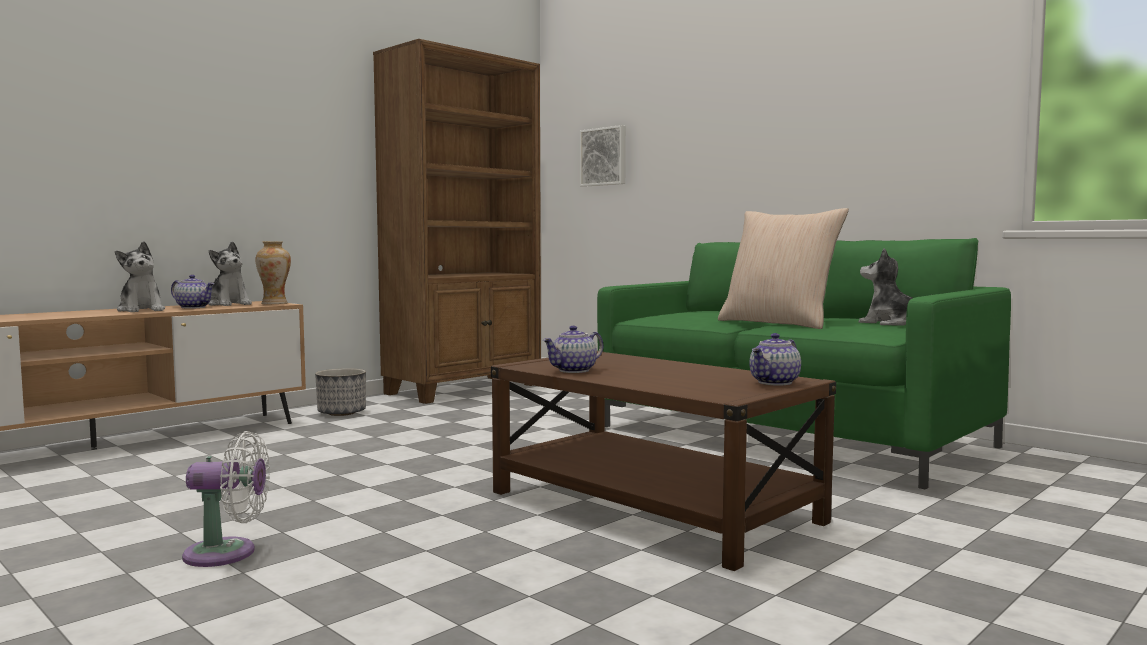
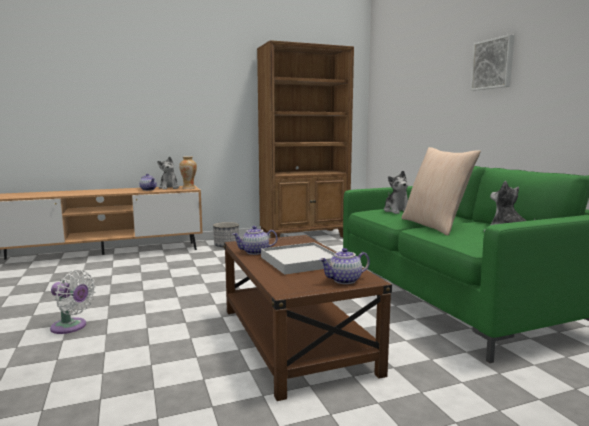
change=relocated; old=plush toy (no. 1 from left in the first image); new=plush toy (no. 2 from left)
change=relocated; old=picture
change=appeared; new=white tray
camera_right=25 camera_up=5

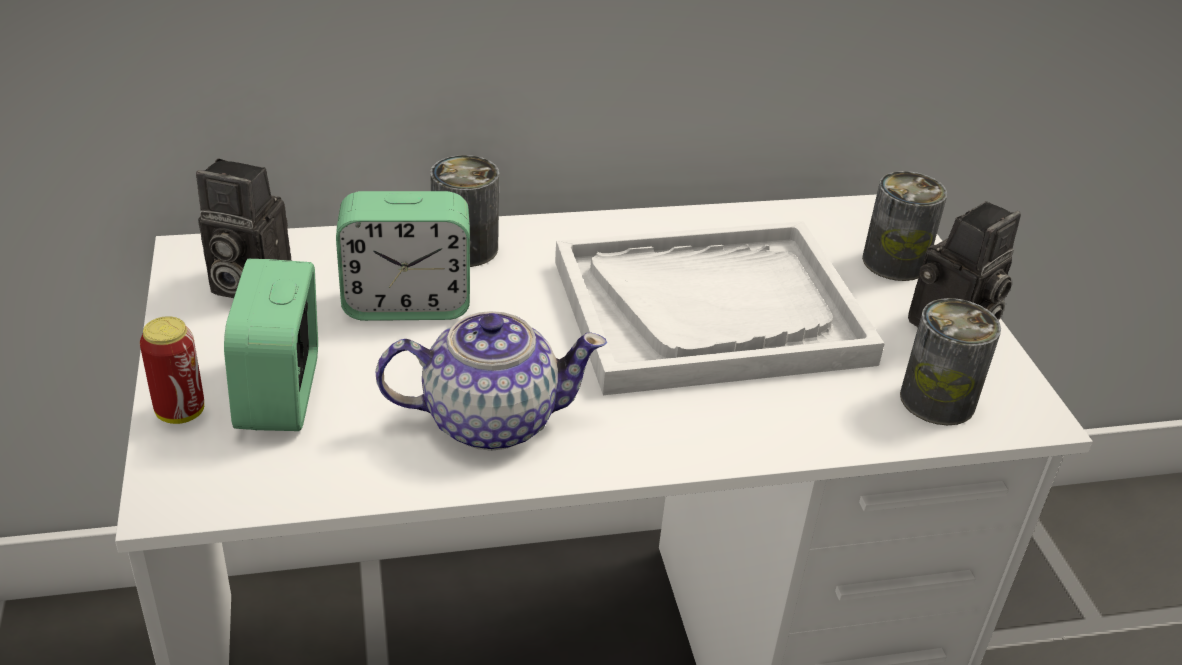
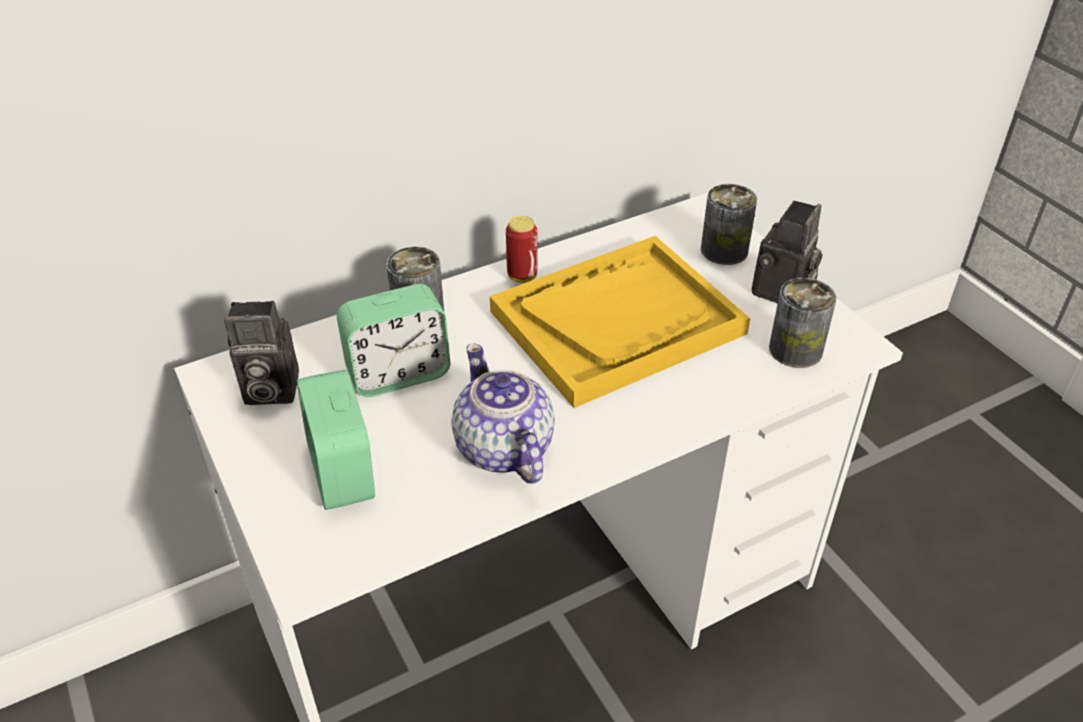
change=relocated; old=can (no. 1 from left in the first image); new=can (no. 2 from left)
change=spun; old=teapot; degrees=-90
change=colour; old=white tray; new=yellow tray
camera_right=-15 camera_up=5

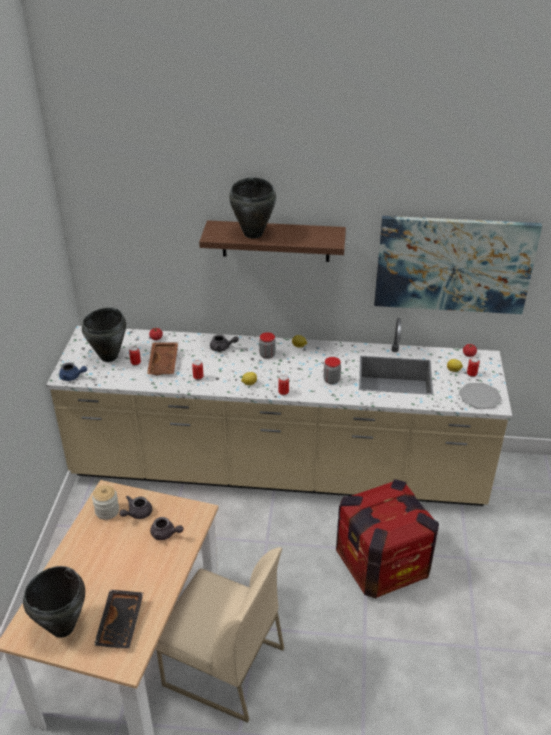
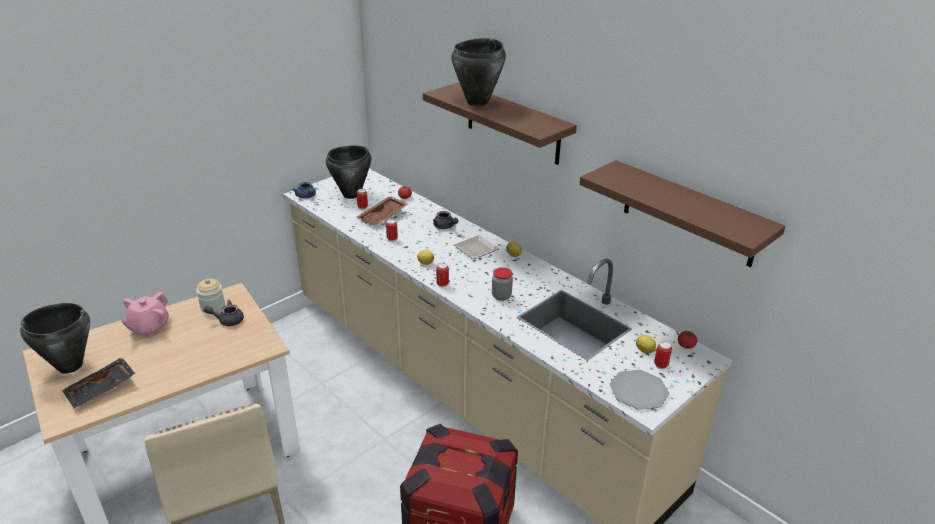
change=missing; old=grey teapot (no. 2 from left)
change=exchanged; old=jar (no. 2 from left); new=plate (no. 1 from left)
change=exchanged; old=picture; new=brown shelf (no. 2 from left)
change=appeared; new=pink teapot
camera_right=40 camera_up=-5

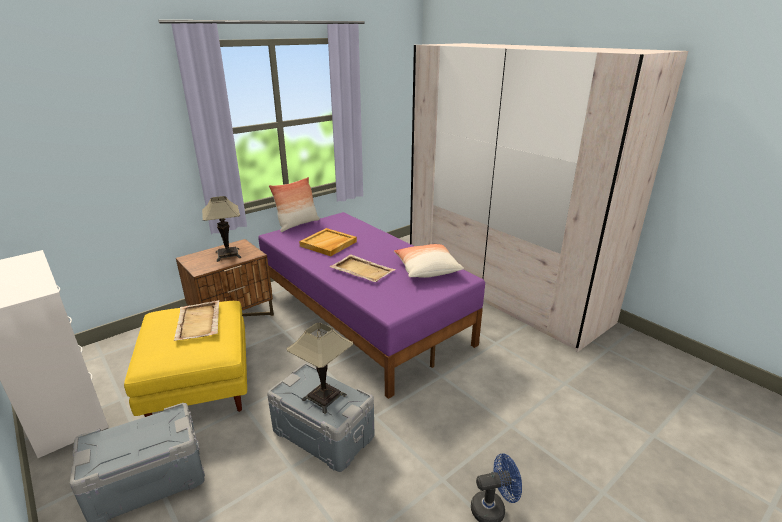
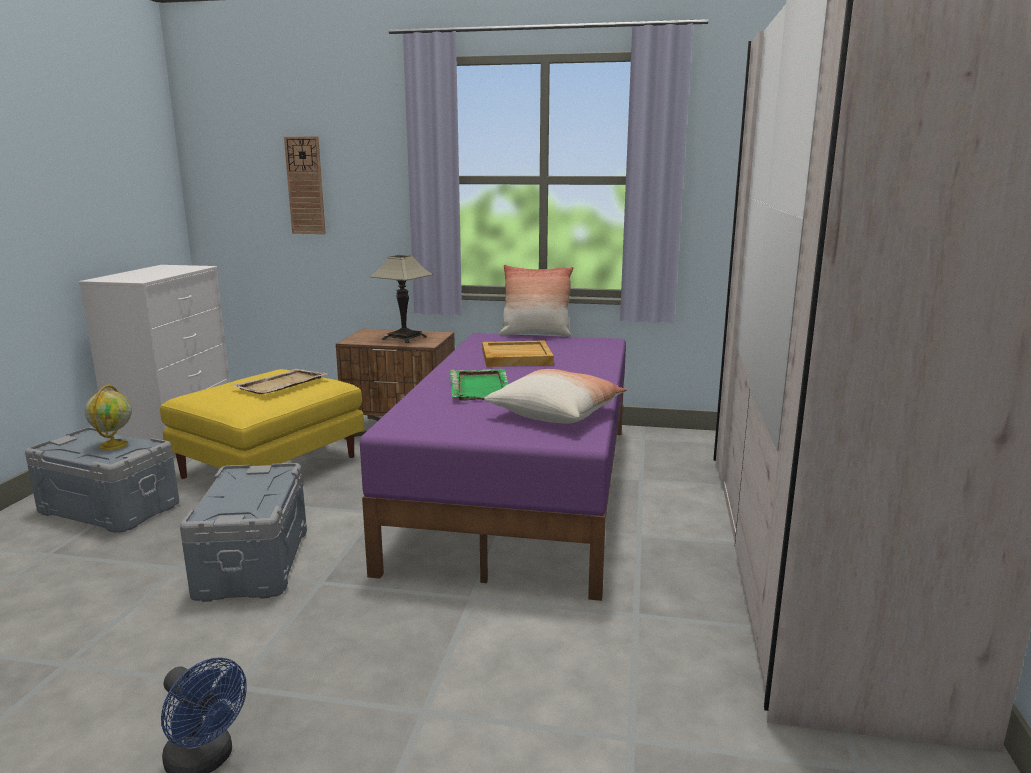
change=missing; old=table lamp (no. 2 from left)
change=colour; old=beige tray (no. 3 from left); new=green tray
change=appeared; new=globe
change=appeared; new=wall clock
camera_right=50 camera_up=-10

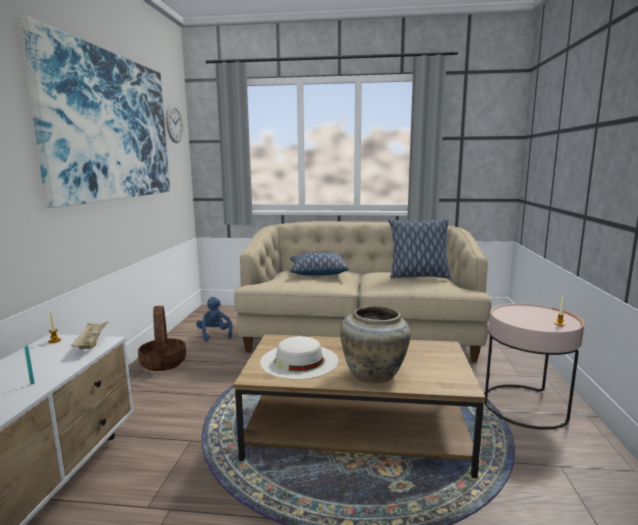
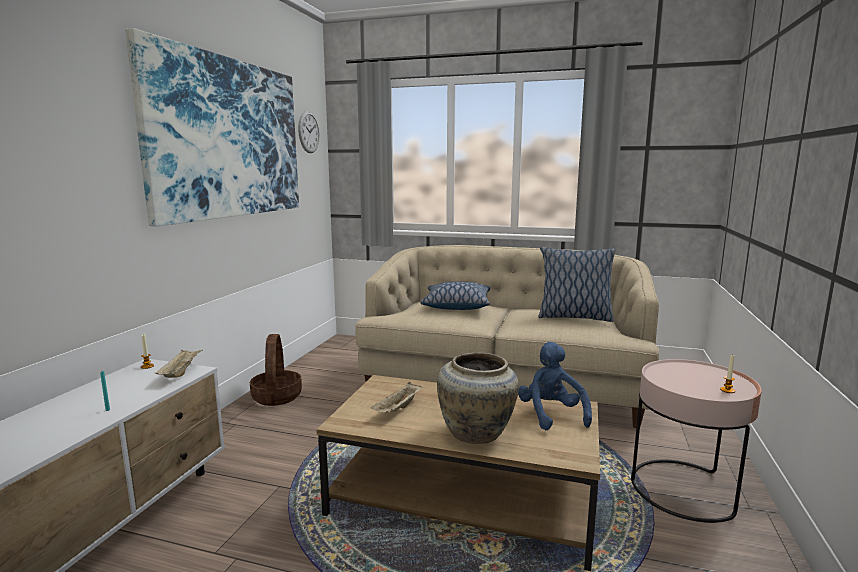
change=relocated; old=blue plush toy
change=exchanged; old=white hat; new=beige tray (no. 2 from left)
camera_right=10 camera_up=0

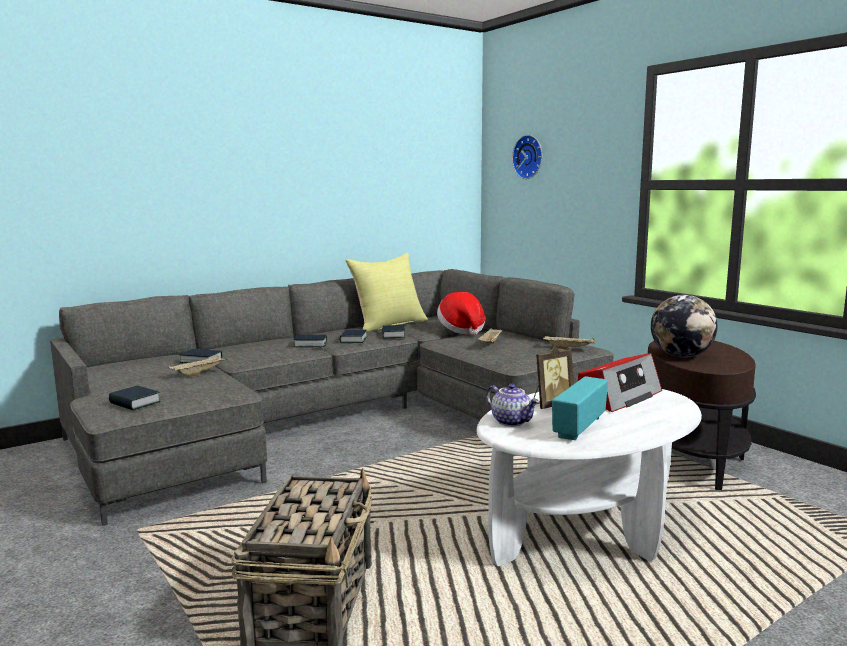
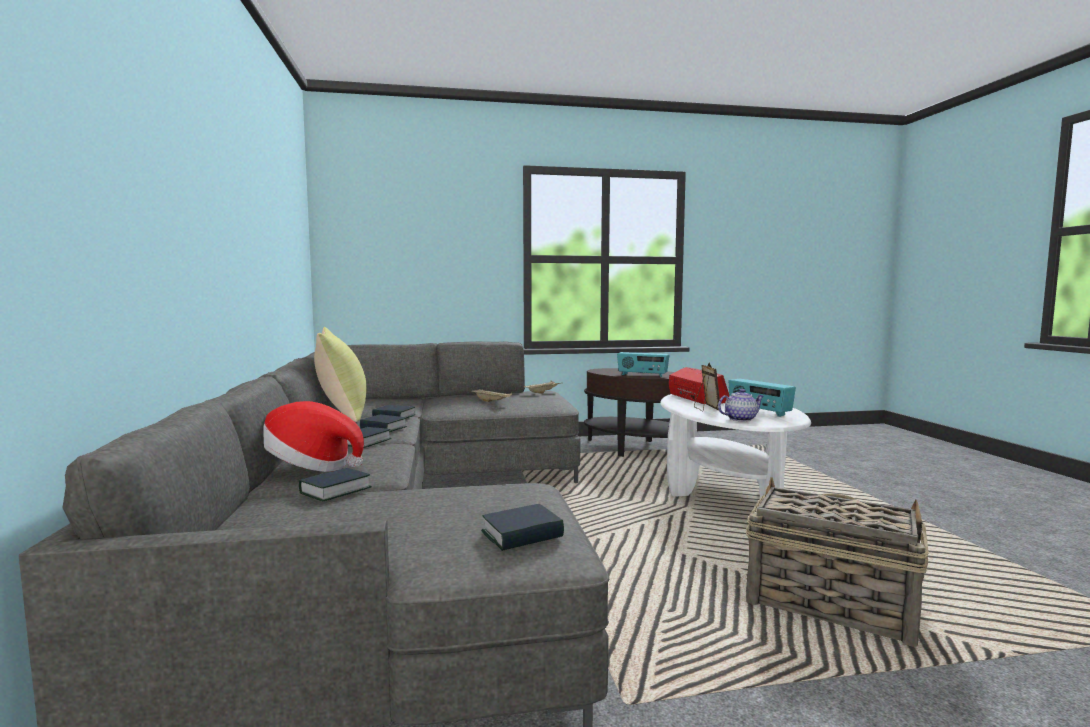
change=missing; old=beige tray (no. 1 from left)
change=relocated; old=hat
change=missing; old=wall clock
change=exchanged; old=globe; new=radio (no. 1 from left)
camera_right=-65 camera_up=-5

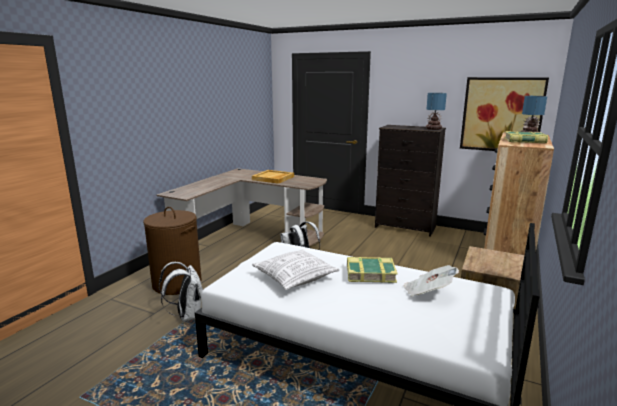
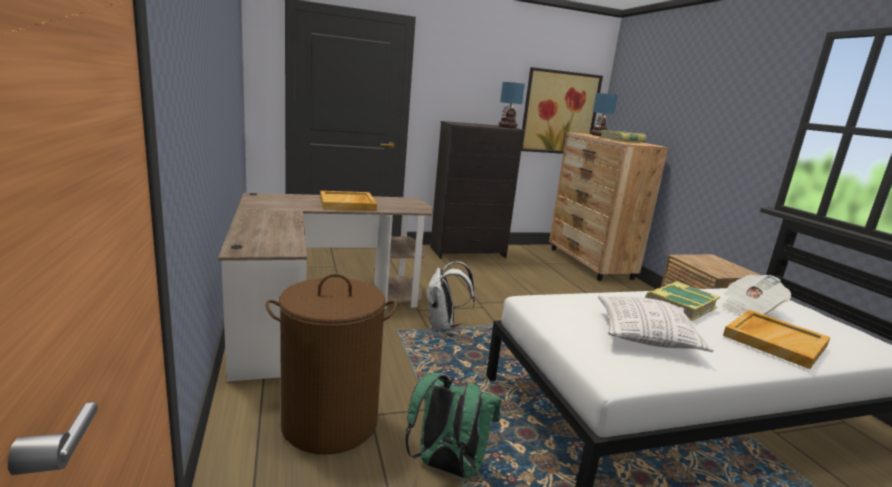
change=colour; old=white backpack (no. 1 from left); new=green backpack
change=appeared; new=beige tray (no. 2 from left)
camera_right=-45 camera_up=0

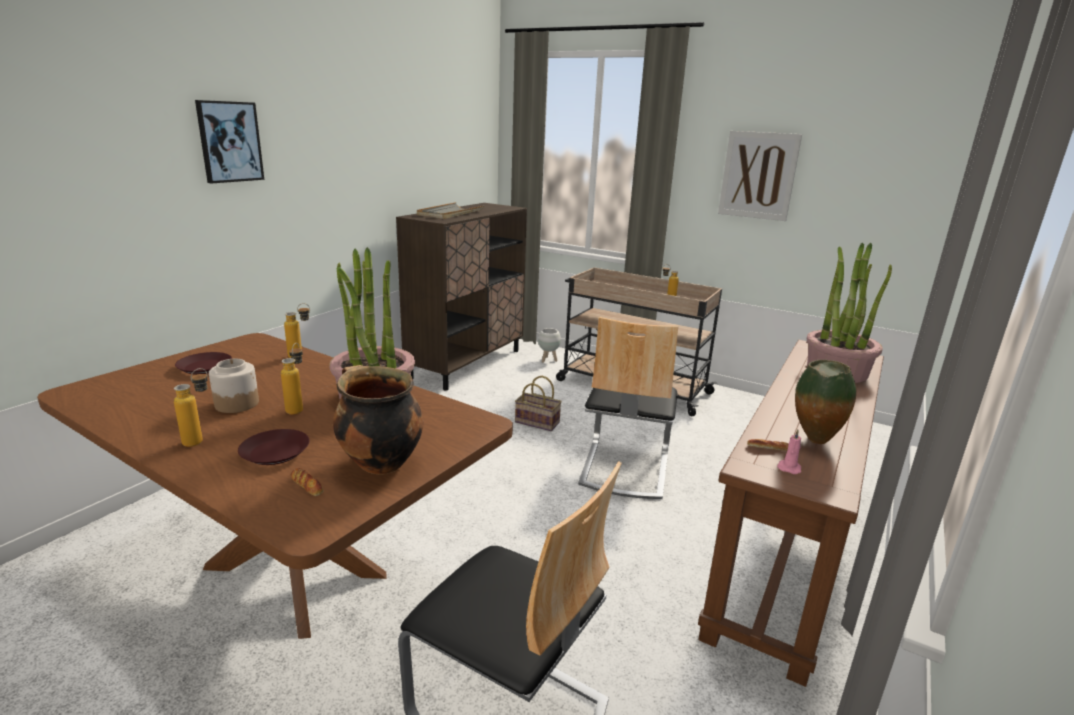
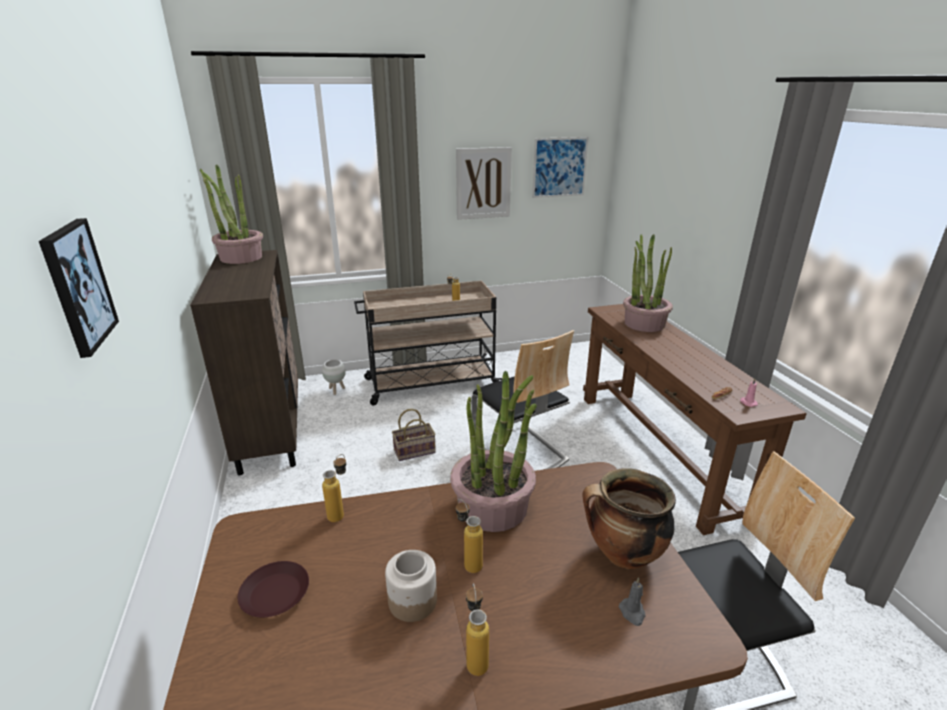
change=missing; old=brown plate (no. 2 from left)
change=exchanged; old=bread (no. 1 from left); new=grey candle
change=missing; old=grey tray
change=missing; old=vase
change=appeared; new=potted plant (no. 1 from left)
change=appeared; new=picture (no. 3 from left)
camera_right=-45 camera_up=5

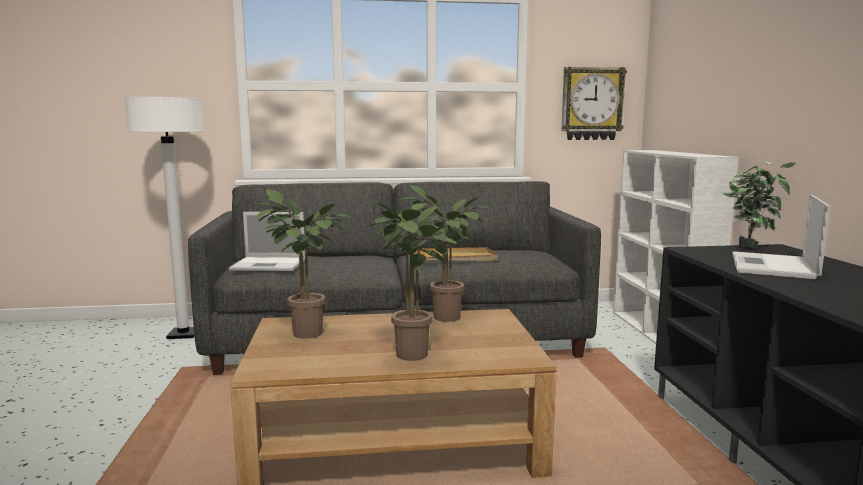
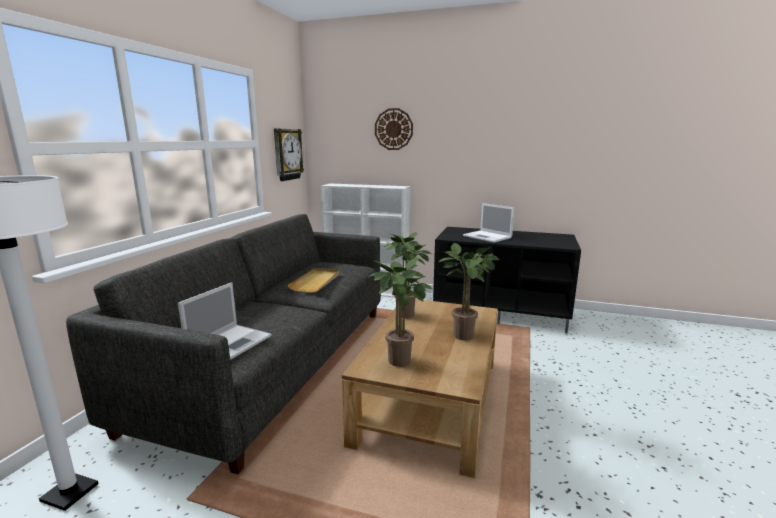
change=missing; old=potted plant (no. 4 from left)
change=appeared; new=wall clock (no. 2 from left)
camera_right=-65 camera_up=5

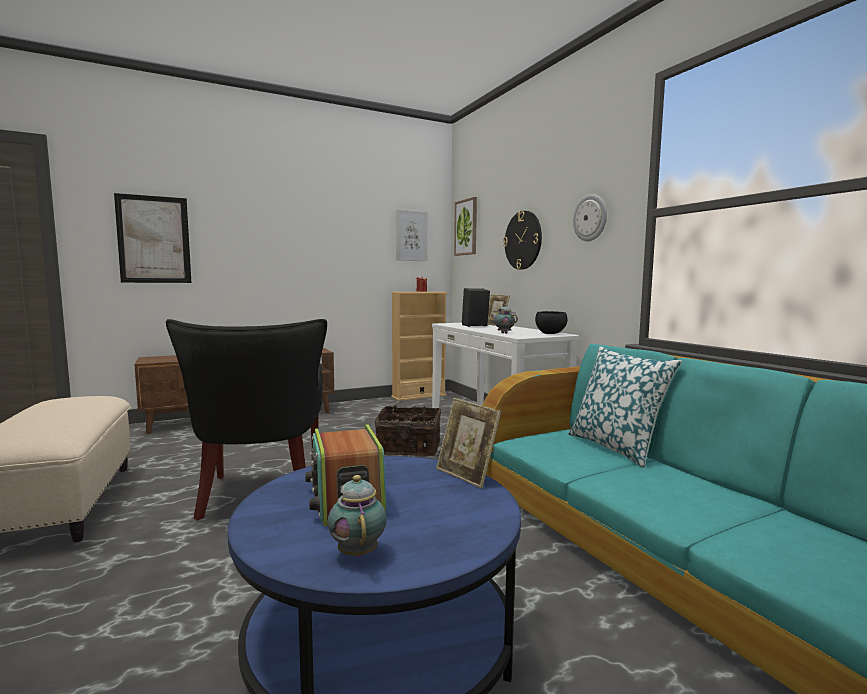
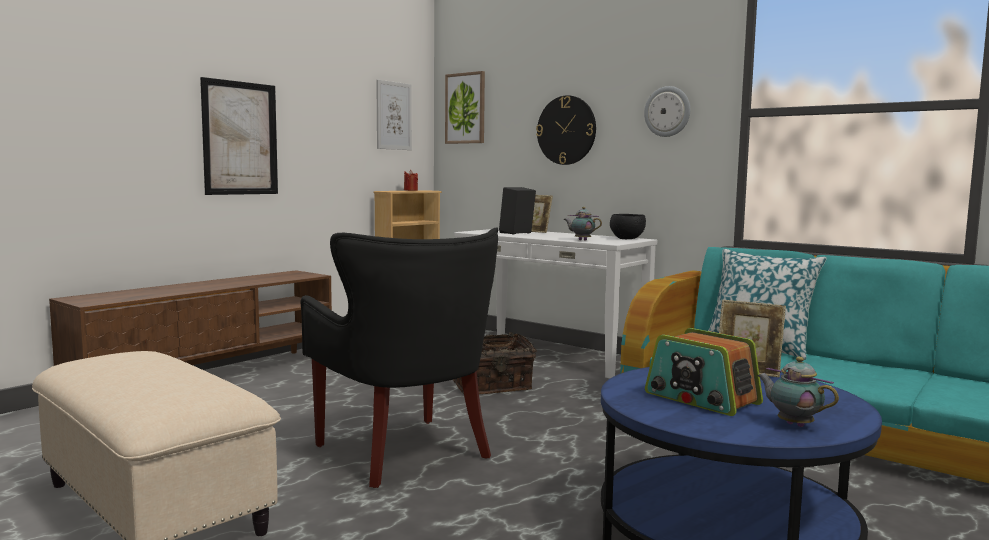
change=relocated; old=picture (no. 1 from left)
camera_right=-25 camera_up=0

